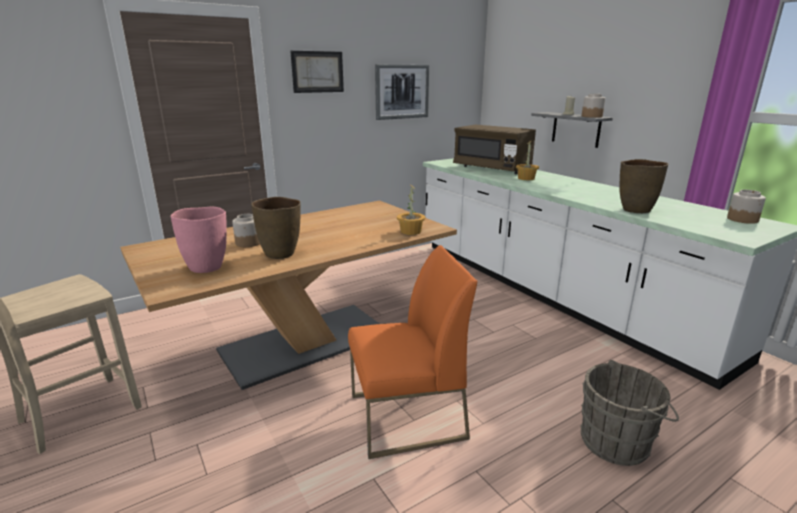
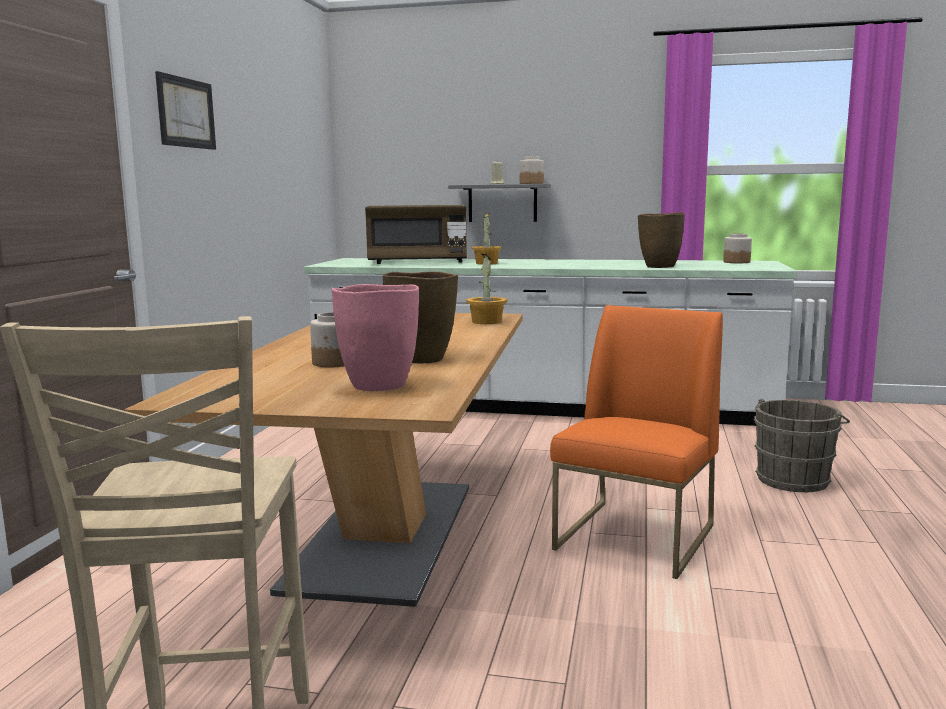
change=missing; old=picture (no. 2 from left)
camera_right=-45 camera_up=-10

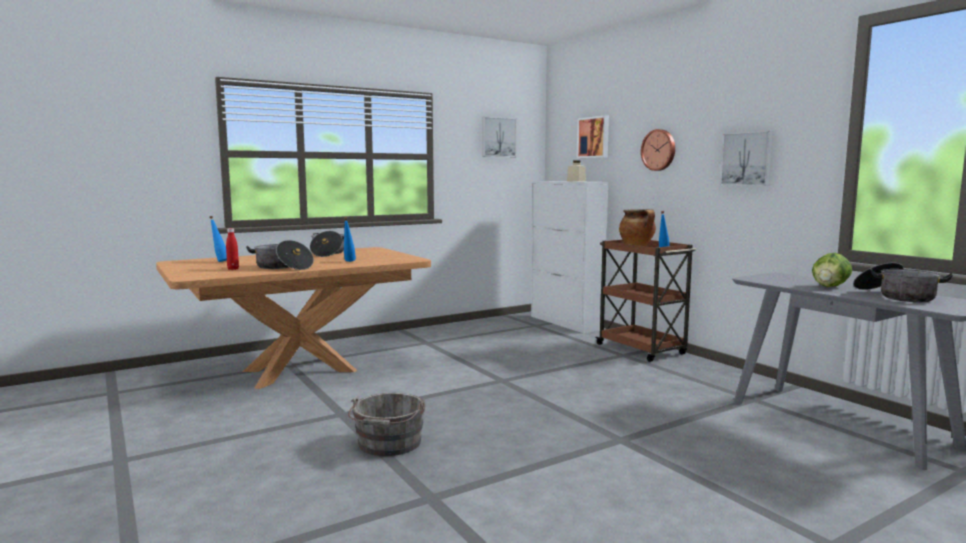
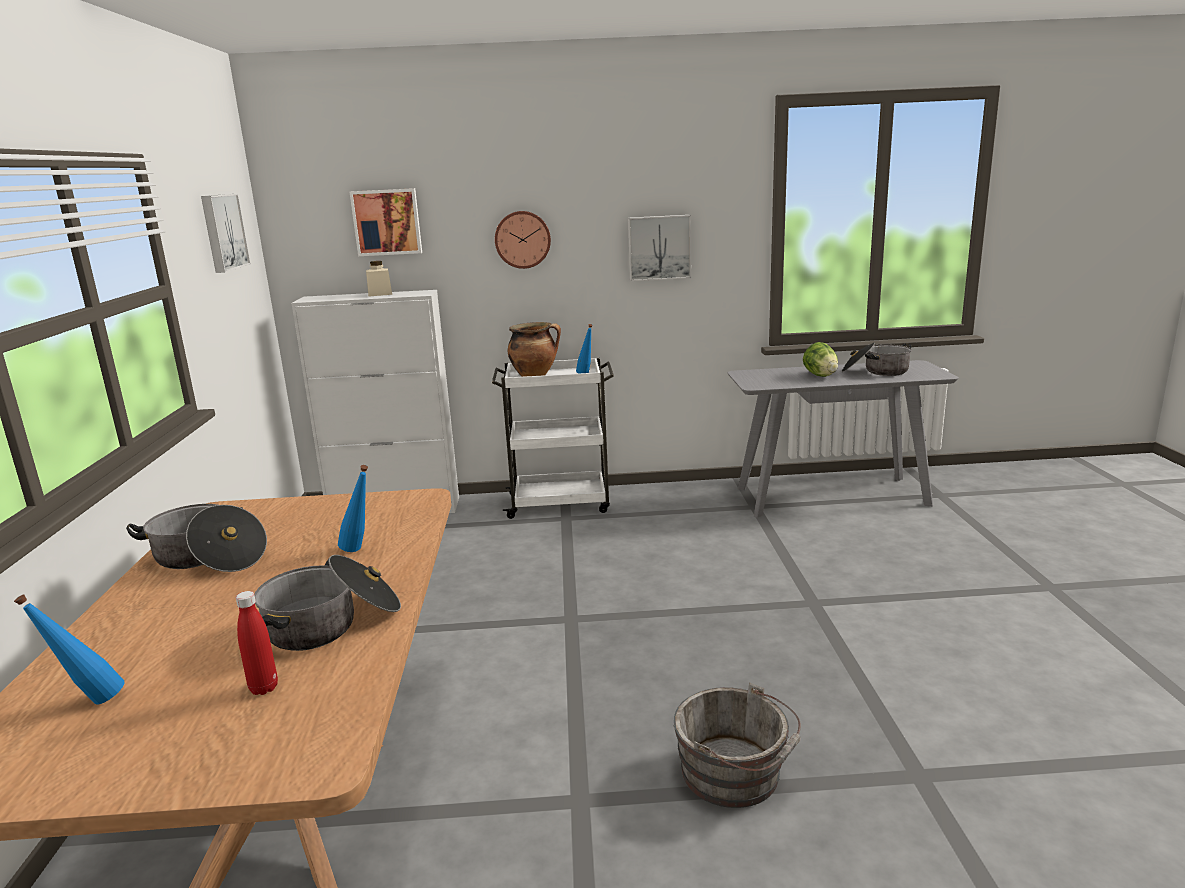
change=colour; old=brown cart; new=white cart
camera_right=-60 camera_up=10

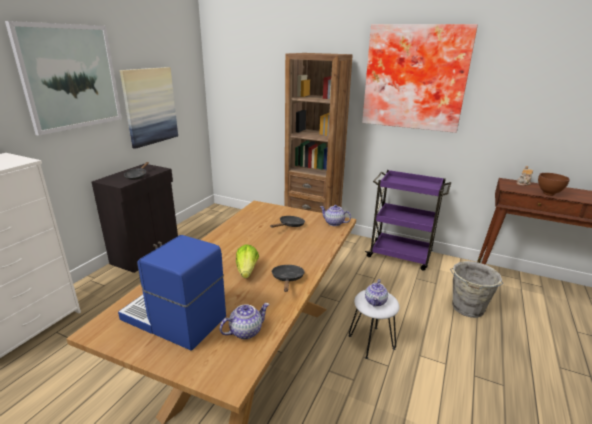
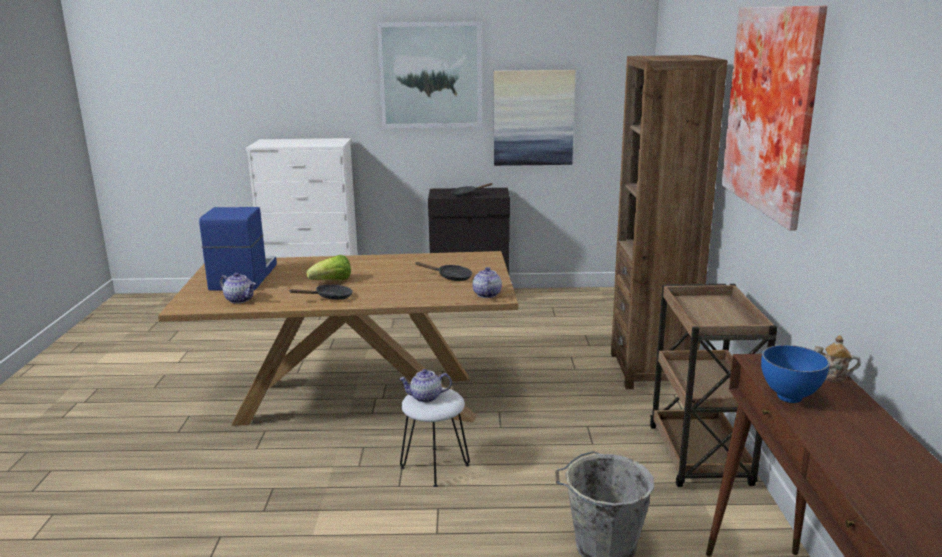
change=colour; old=purple cart; new=brown cart
change=colour; old=brown bowl; new=blue bowl
camera_right=65 camera_up=-5

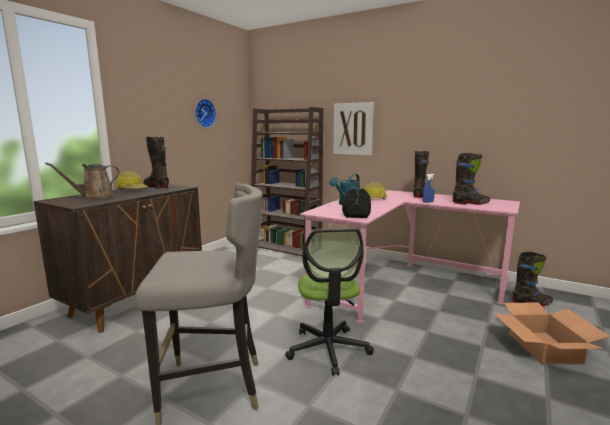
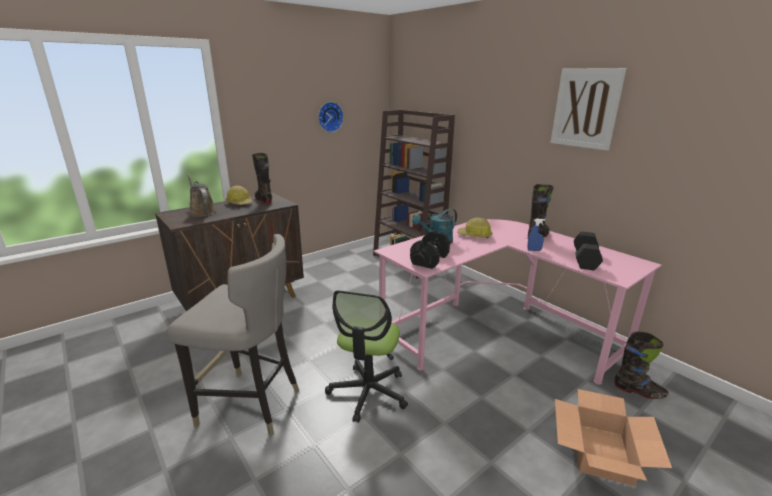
change=spun; old=brown watering can; degrees=75
change=relocated; old=picture
change=exchanged; old=black boot (no. 3 from left); new=black dumbbell (no. 2 from left)
camera_right=20 camera_up=10

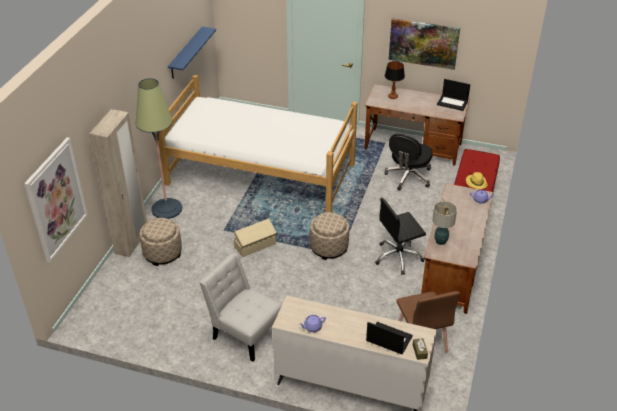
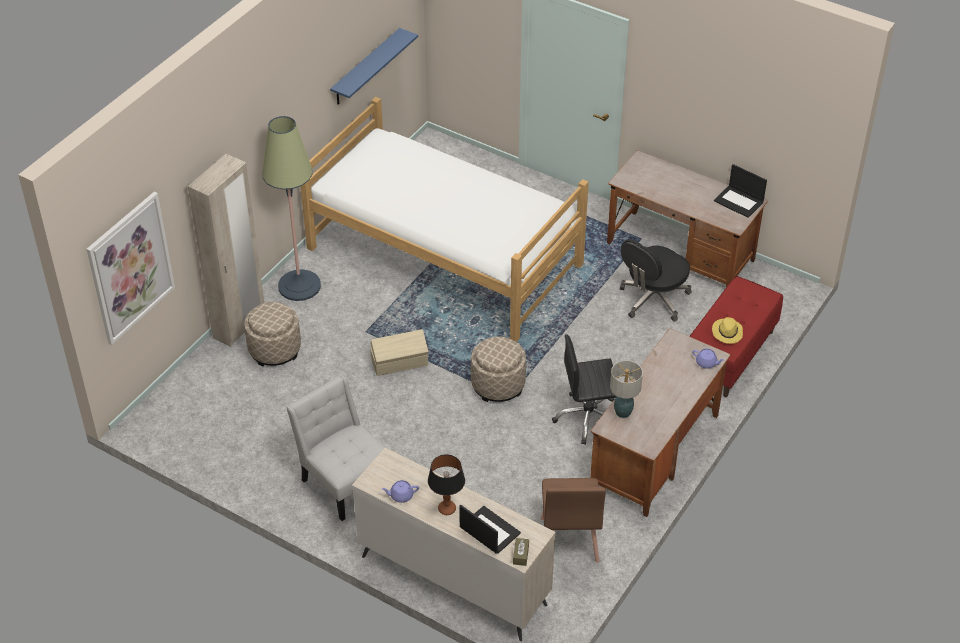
change=relocated; old=table lamp (no. 1 from left)
change=missing; old=picture (no. 2 from left)
camera_right=15 camera_up=5

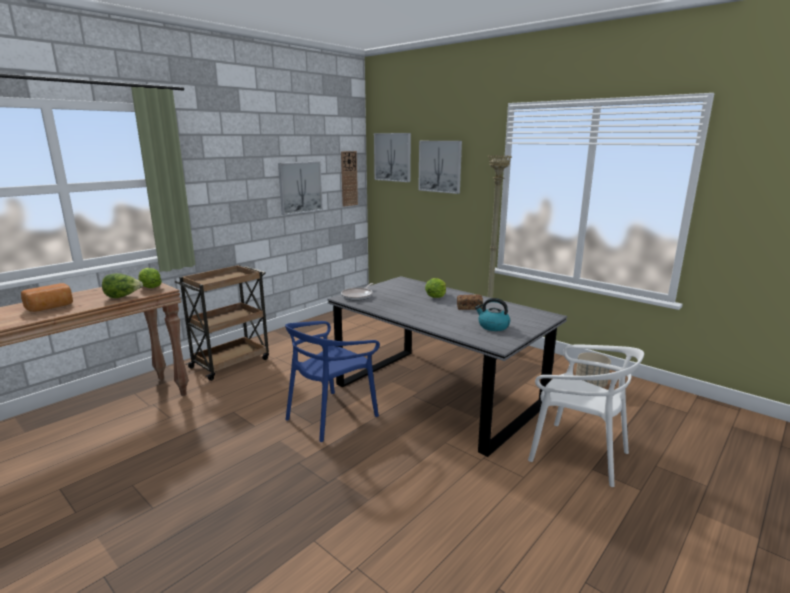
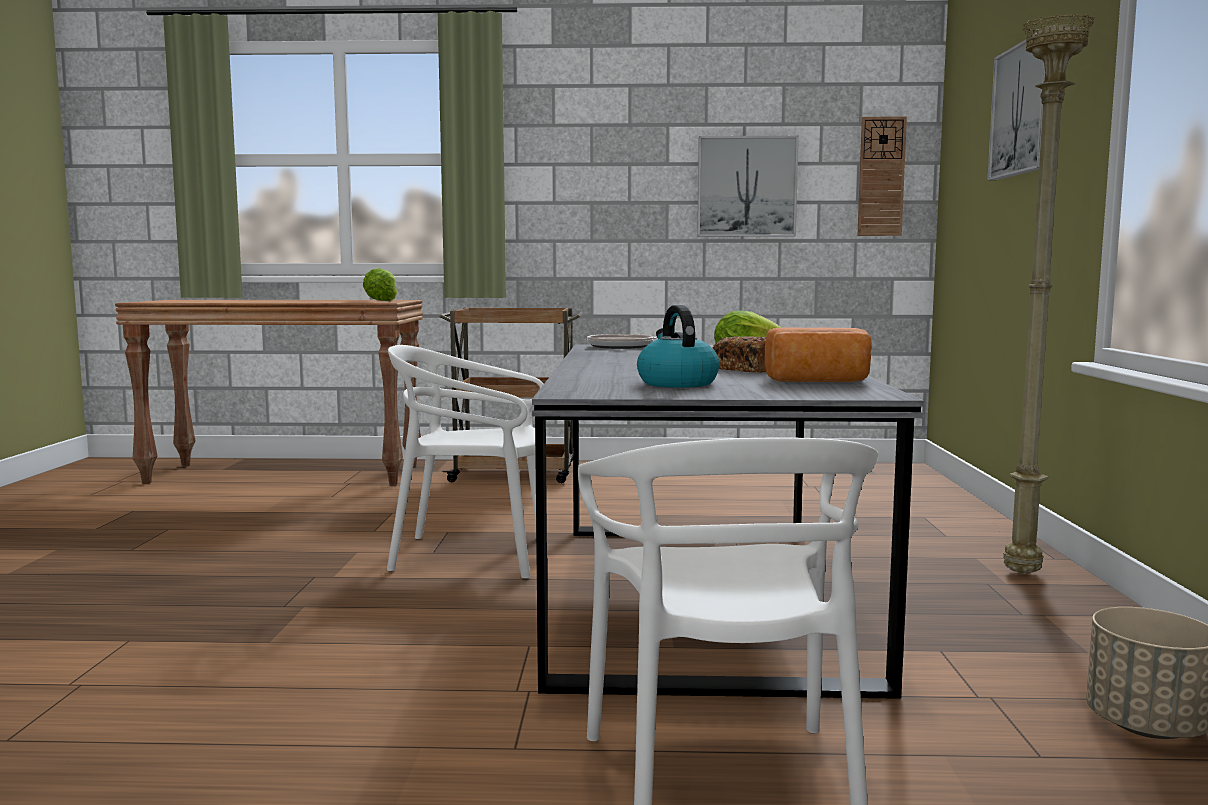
change=relocated; old=bread (no. 1 from left in the first image); new=bread (no. 2 from left)
change=missing; old=lettuce (no. 1 from left)
change=colour; old=blue chair; new=white chair (no. 1 from left)
change=missing; old=picture (no. 2 from left)
camera_right=50 camera_up=-10

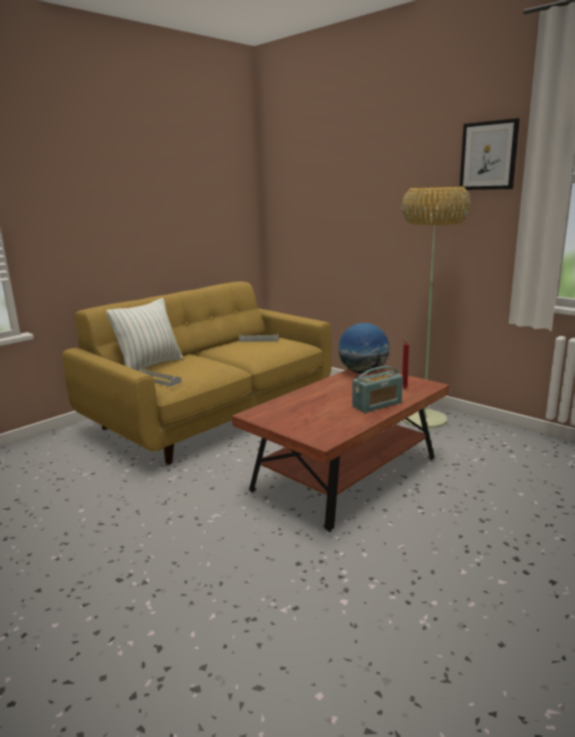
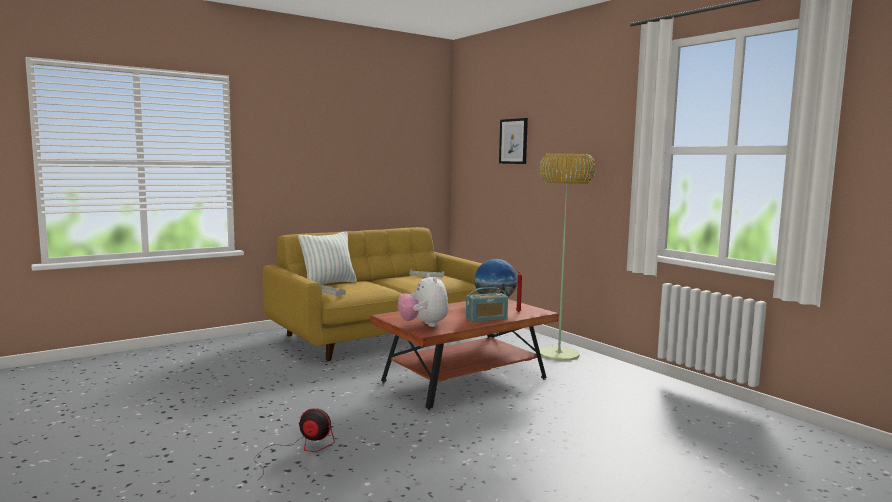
change=relocated; old=picture
change=appeared; new=fan
change=appeared; new=plush toy
camera_right=10 camera_up=-10

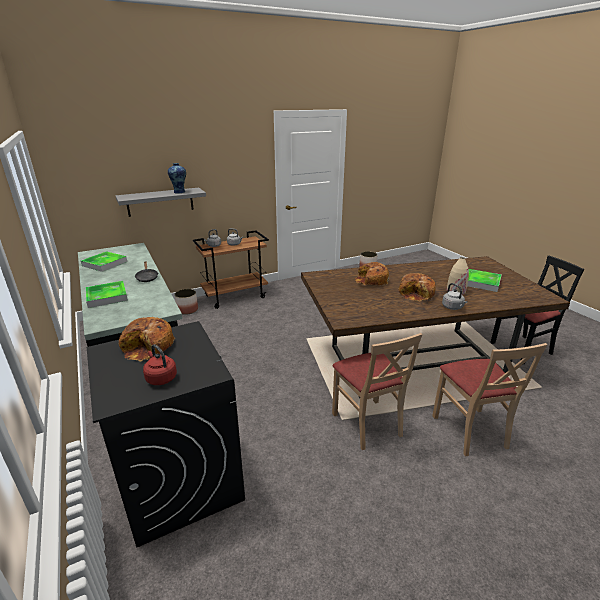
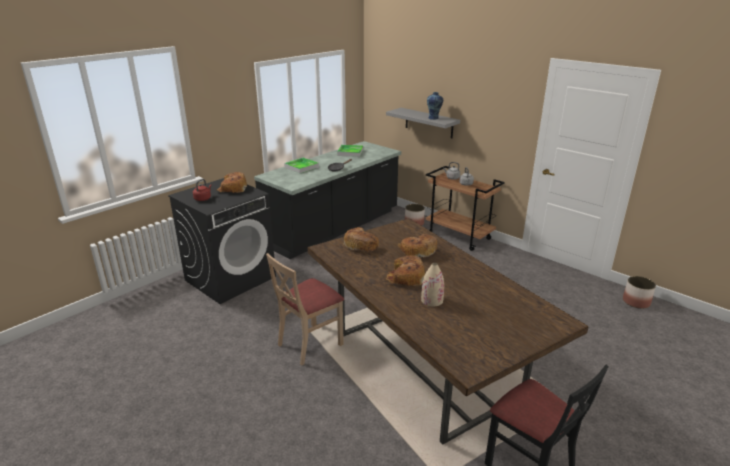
change=missing; old=beige chair (no. 2 from left)
change=missing; old=grey kettle (no. 3 from left)
change=missing; old=tray (no. 3 from left)
change=appeared; new=bread (no. 2 from left)
camera_right=70 camera_up=0

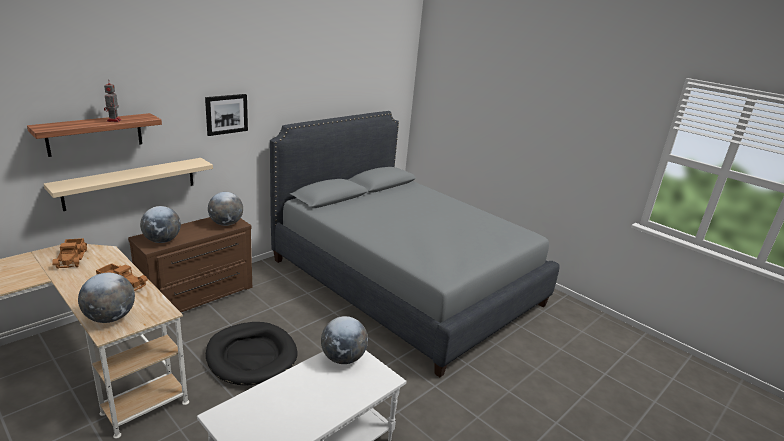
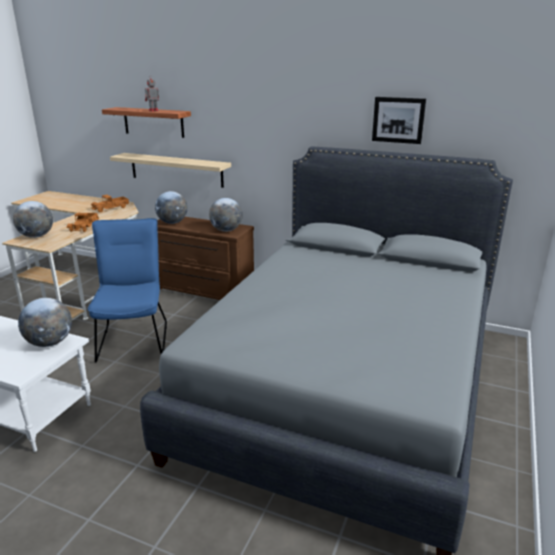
change=relocated; old=picture
change=exchanged; old=black dog bed; new=blue chair
camera_right=70 camera_up=0

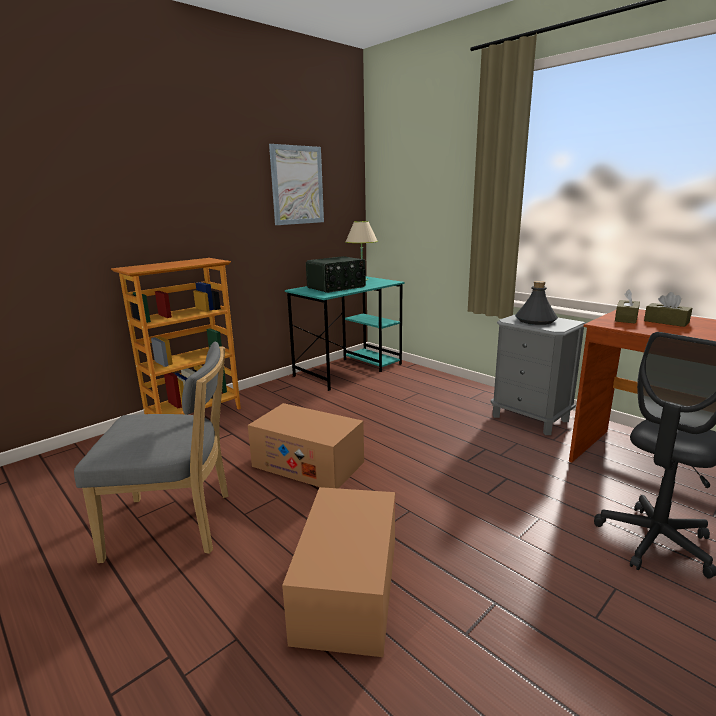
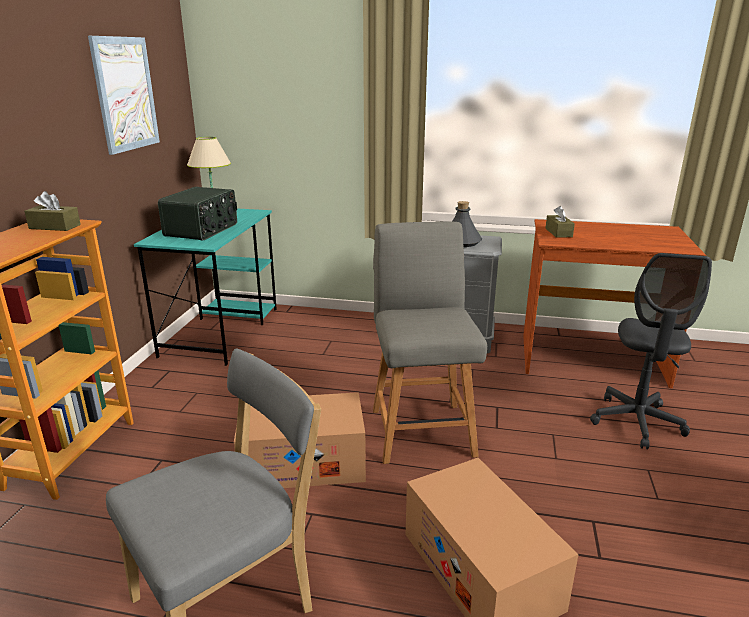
change=relocated; old=brown tissue box (no. 2 from left in the first image); new=brown tissue box (no. 1 from left)
change=appeared; new=grey chair (no. 2 from left)
camera_right=-35 camera_up=5

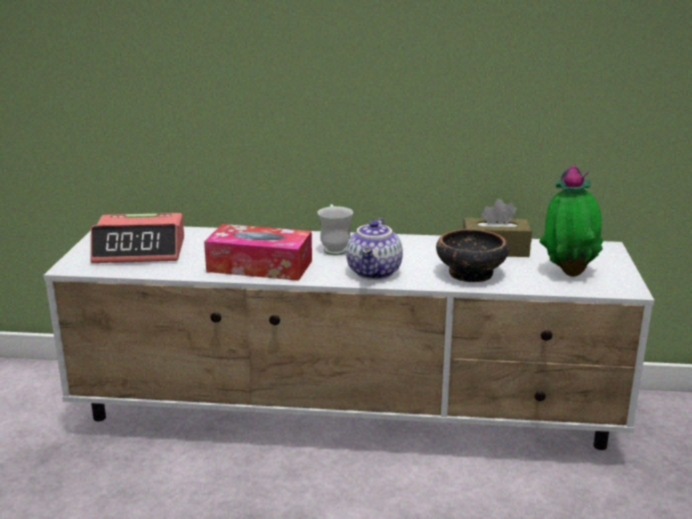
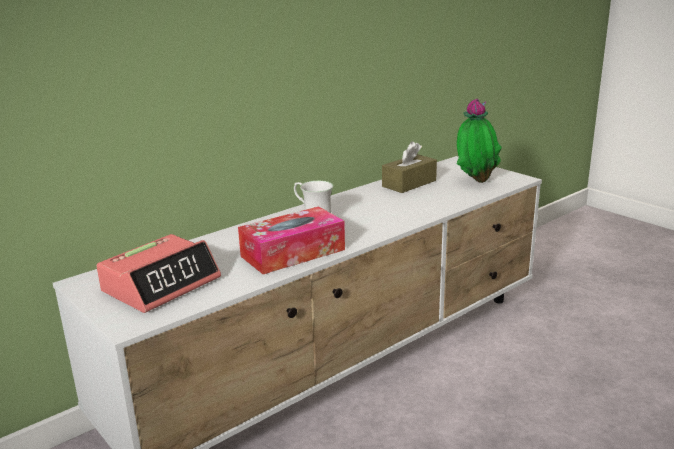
change=missing; old=teapot
change=missing; old=bowl
camera_right=-45 camera_up=0

